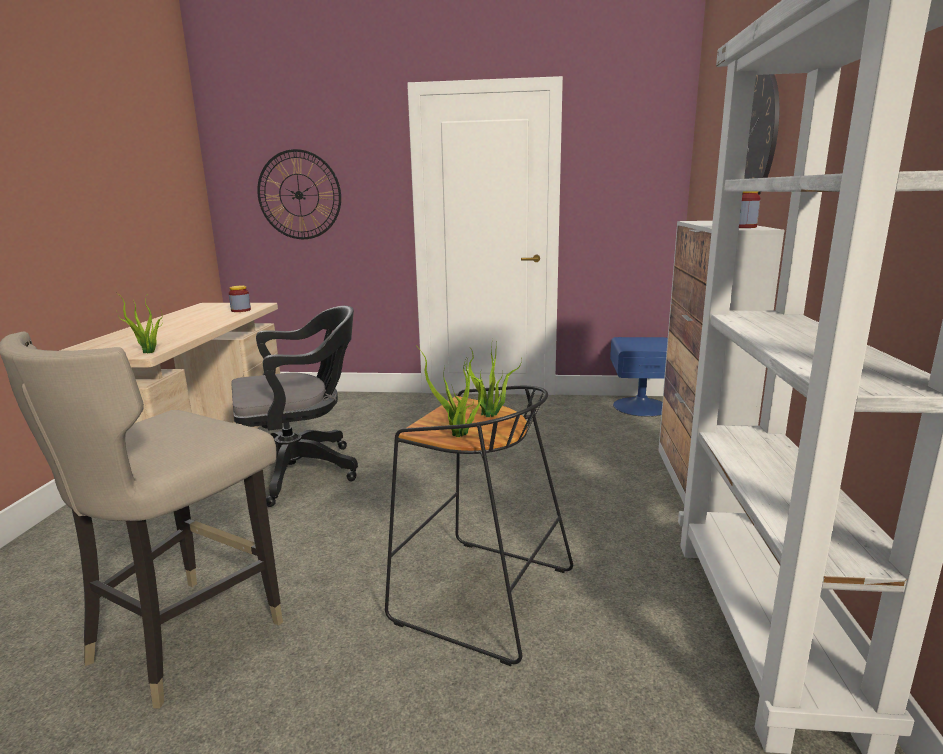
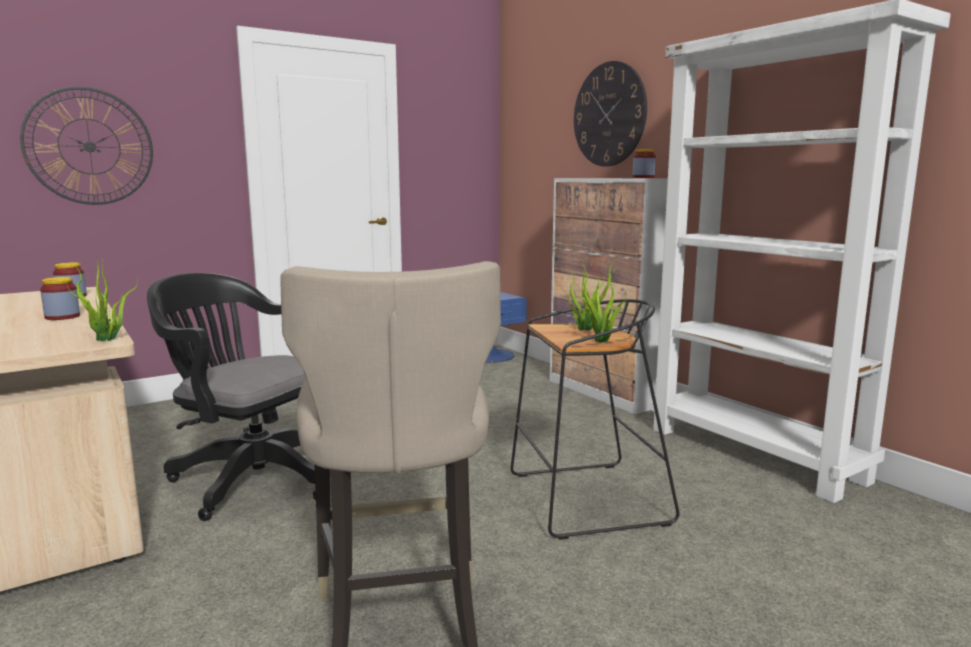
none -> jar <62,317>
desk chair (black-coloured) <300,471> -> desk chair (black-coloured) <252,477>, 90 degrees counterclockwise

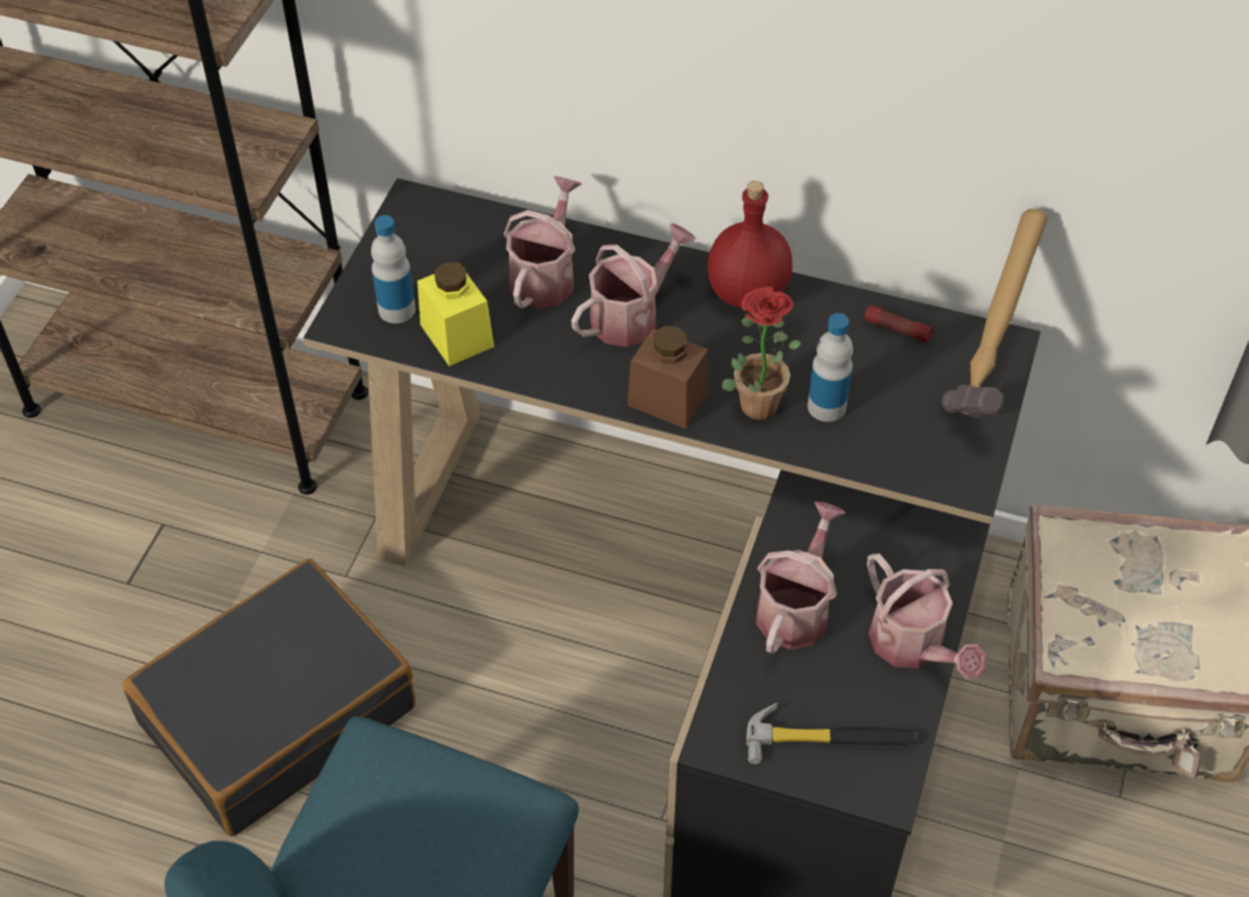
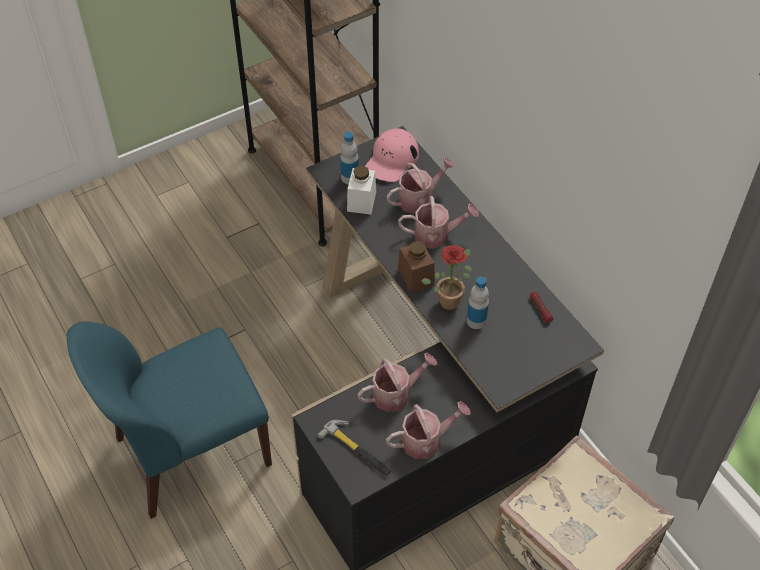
jar (yellow-coloured) <457,335> -> jar (white) <361,201>
none -> baseball cap (pinkish) <391,160>
sprinkling can <913,646> -> sprinkling can <426,440>, 120 degrees counterclockwise
suitcase (black-coloured) <277,713> -> none
drink bottle (red-coloured) <746,292> -> none
hand hammer <992,378> -> none

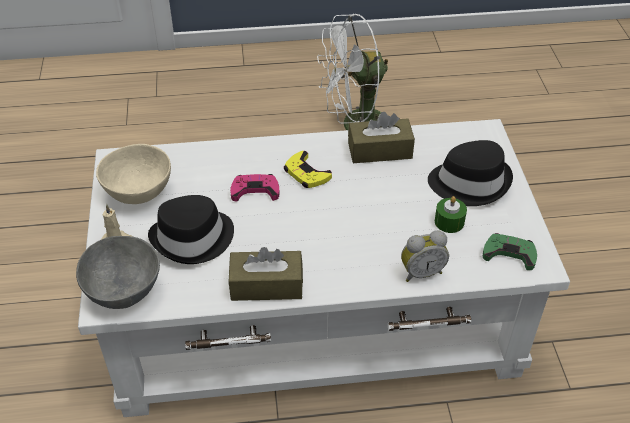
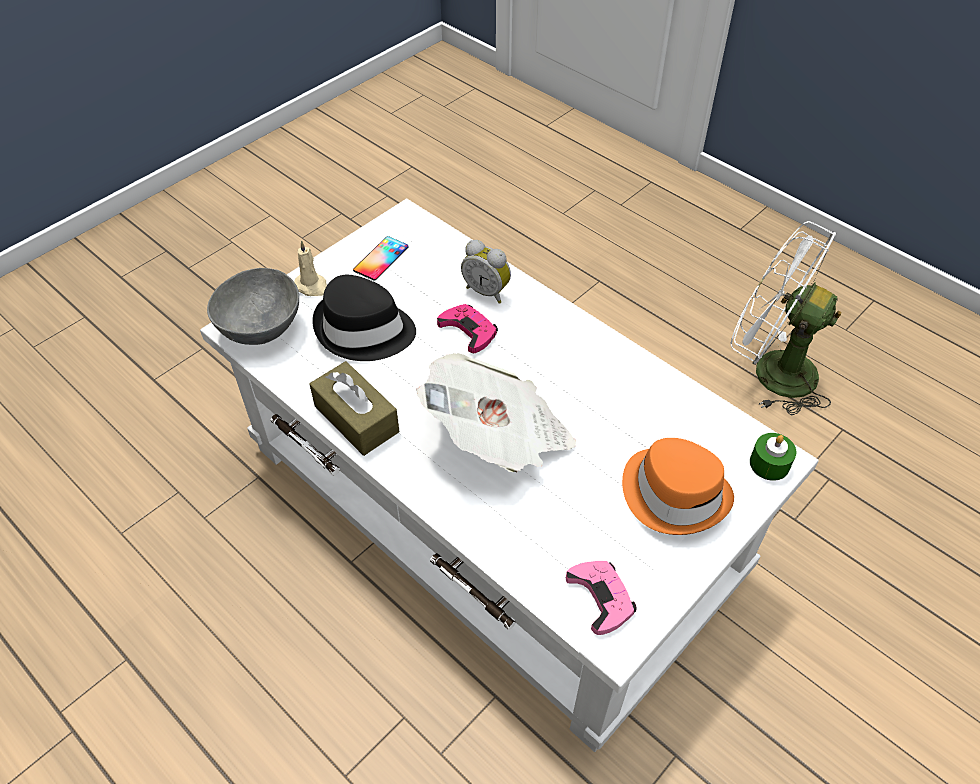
serving bowl (sand-coloured) <137,193> -> handset <381,258>
none -> newspaper <499,437>
table clock <421,272> -> table clock <487,291>, shifted
gamepad (greenish) <509,254> -> gamepad (pinkish) <601,598>
clothing hat (black-coloured) <470,182> -> clothing hat (orange-coloured) <675,493>
candle (greenish) <449,222> -> candle (greenish) <769,464>, shifted
gamepad (yellow-coloured) <306,174> -> none
tissue box (brown) <380,150> -> none

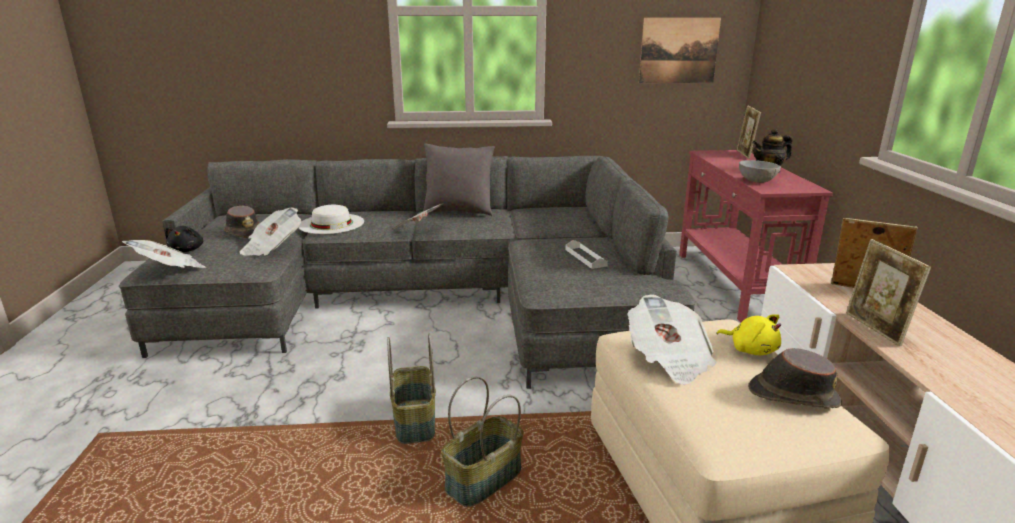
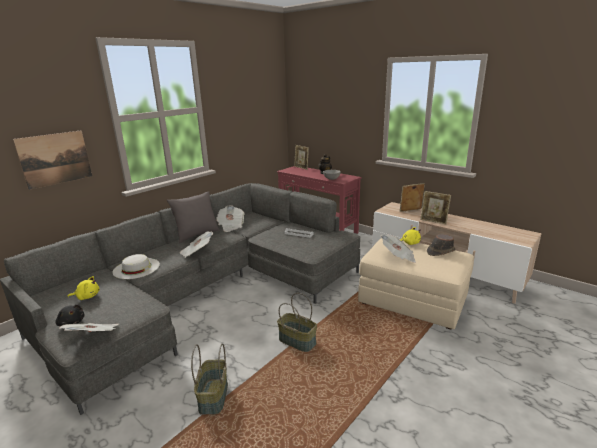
wall art <679,50> -> wall art <55,159>, shifted
clothing hat (brown) <243,232> -> cuddly toy (yellow-coloured) <87,296>
basket <484,480> -> basket <214,397>, shifted
newspaper <272,248> -> newspaper <231,226>, shifted

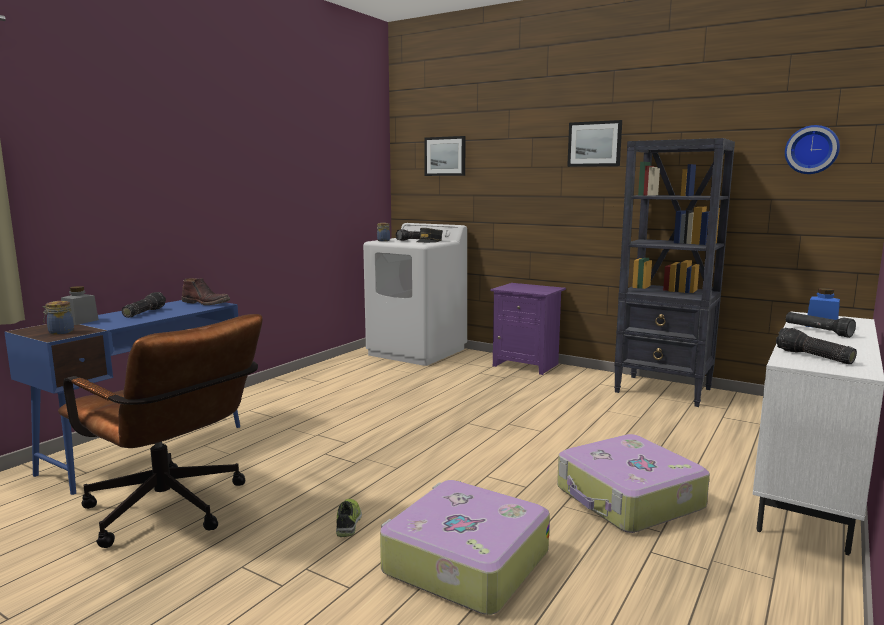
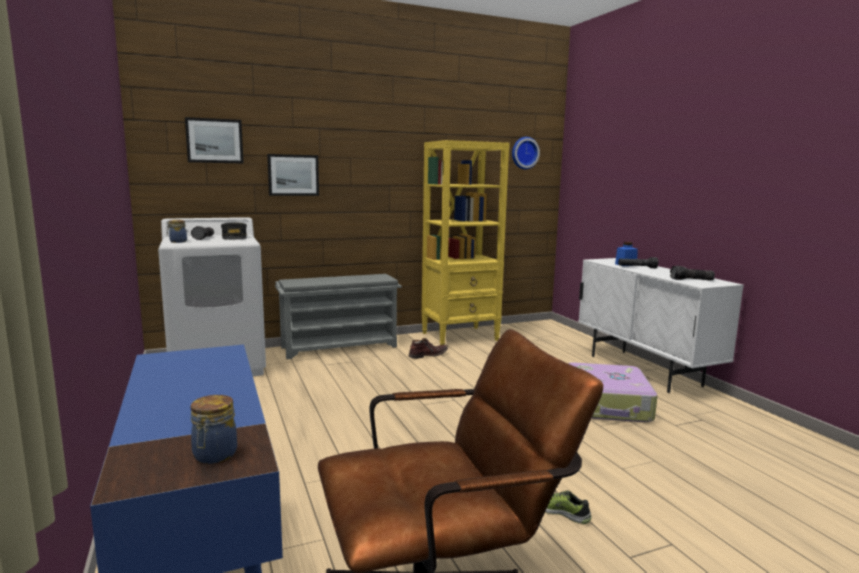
wall art <594,144> -> wall art <293,175>, shifted
nightstand (purple-coloured) <526,365> -> shoe rack (greyish) <340,347>
tall boot (brown) <206,303> -> tall boot (brown) <428,355>, shifted
shelving unit (black-coloured) <664,391> -> shelving unit (yellow-coloured) <460,336>
jar (greyish) <80,321> -> none
torch <143,312> -> none
suitcase <464,562> -> none

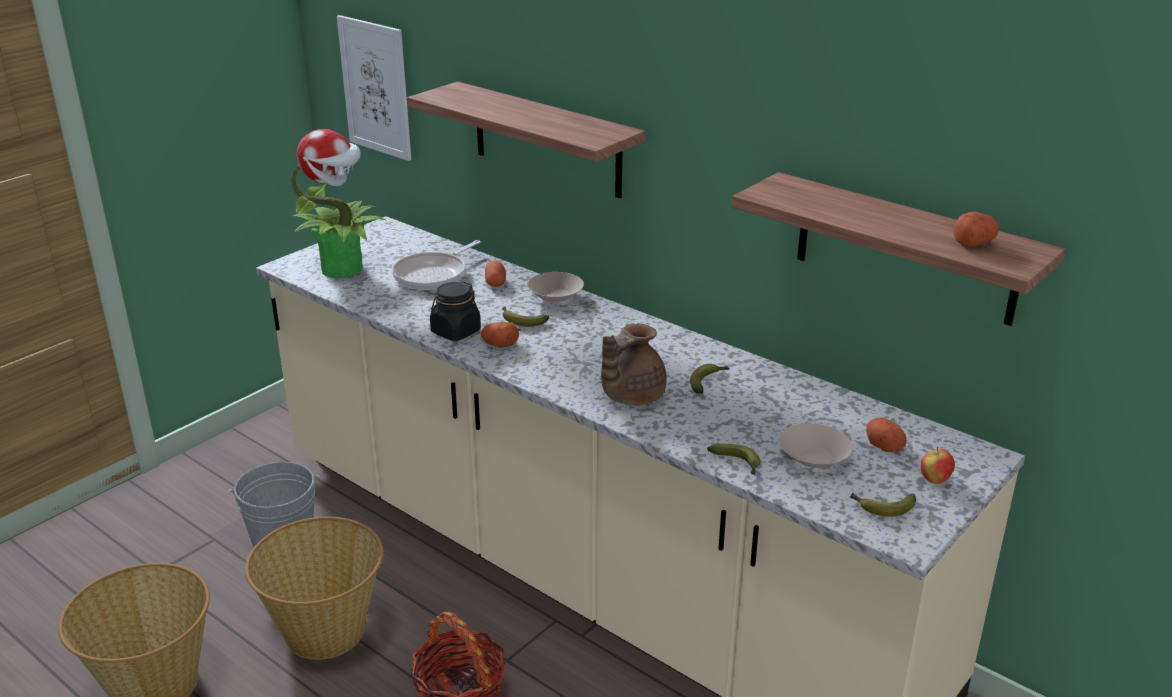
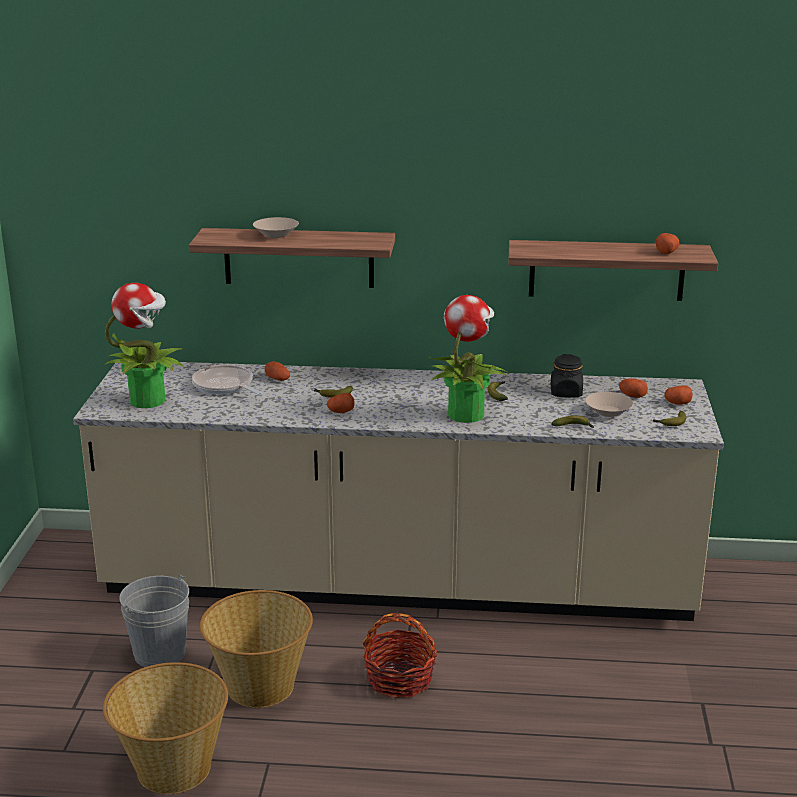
skillet <433,275> -> skillet <225,386>, 135 degrees clockwise
serving bowl (sand-coloured) <554,297> -> serving bowl (sand-coloured) <275,235>, shifted
tea pot (brown) <630,396> -> houseplant <466,414>
jar (black-coloured) <455,332> -> jar (black-coloured) <566,393>, shifted
apple fruit <934,480> -> potato <677,403>
wall art <375,87> -> none

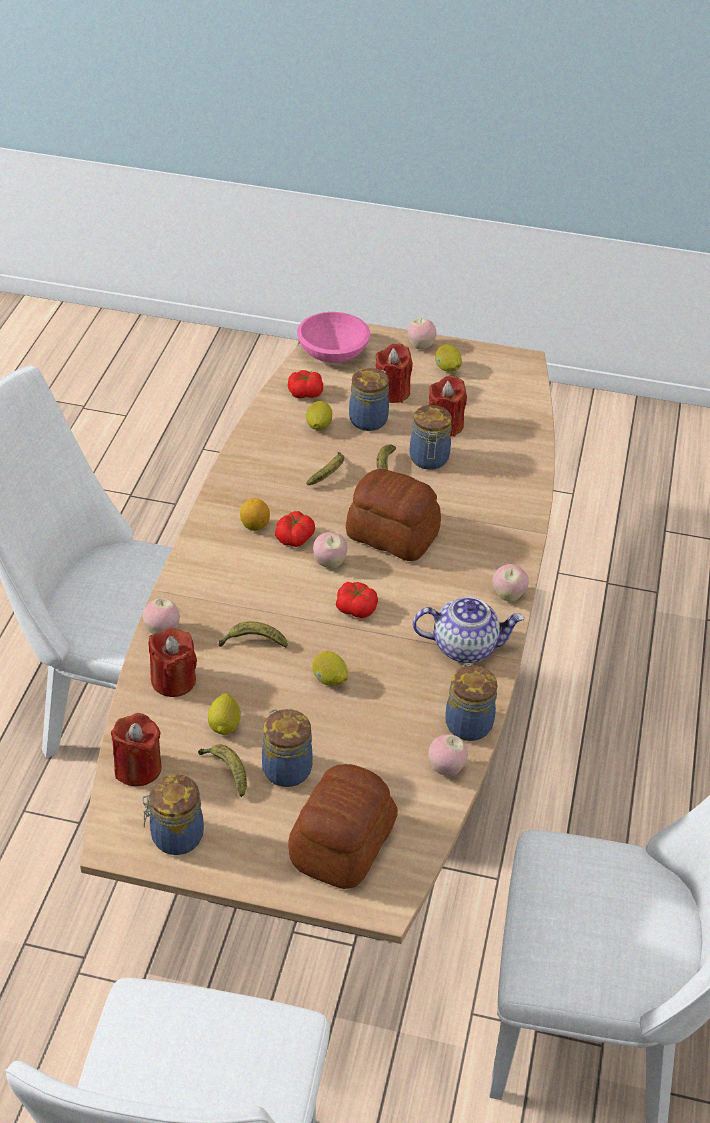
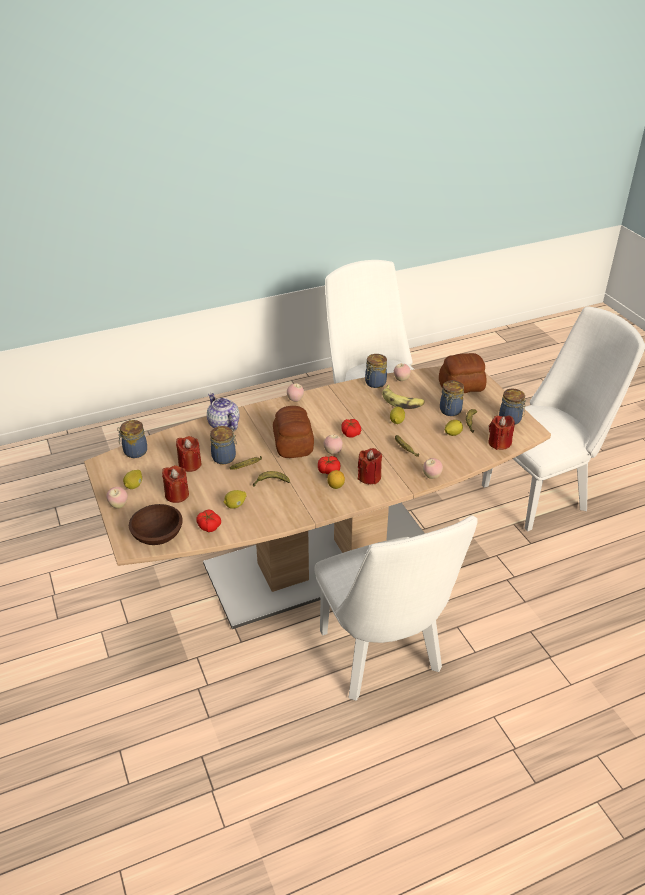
jar <369,419> -> jar <134,451>, shifted
serving bowl (pinkish) <334,353> -> serving bowl (brown) <157,535>
tea pot <465,646> -> tea pot <223,424>, shifted
candle (red-coloured) <173,680> -> candle (red-coloured) <369,477>, shifted
none -> banana <402,401>

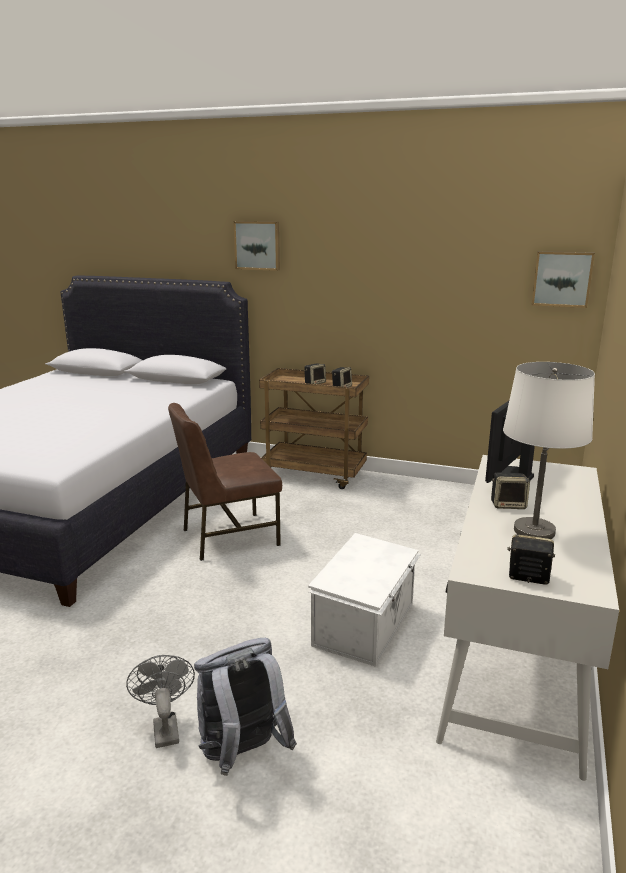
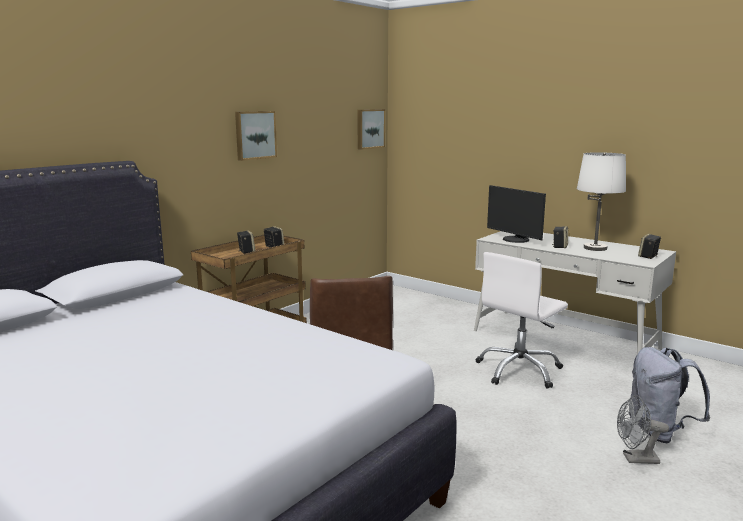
wall art <257,245> -> wall art <254,135>, shifted
storage container (white) <366,624> -> desk chair (white) <519,370>

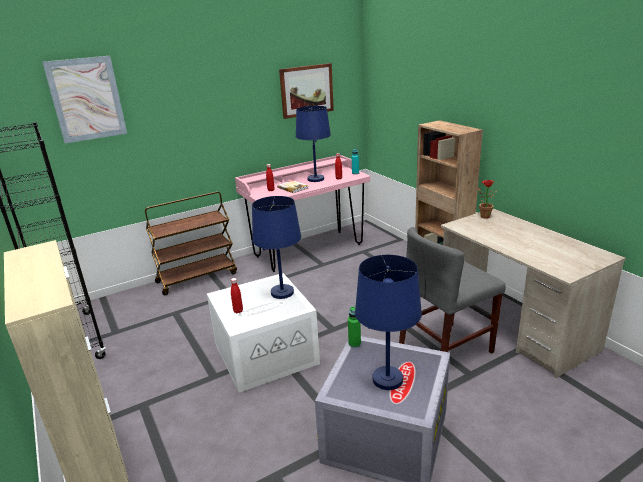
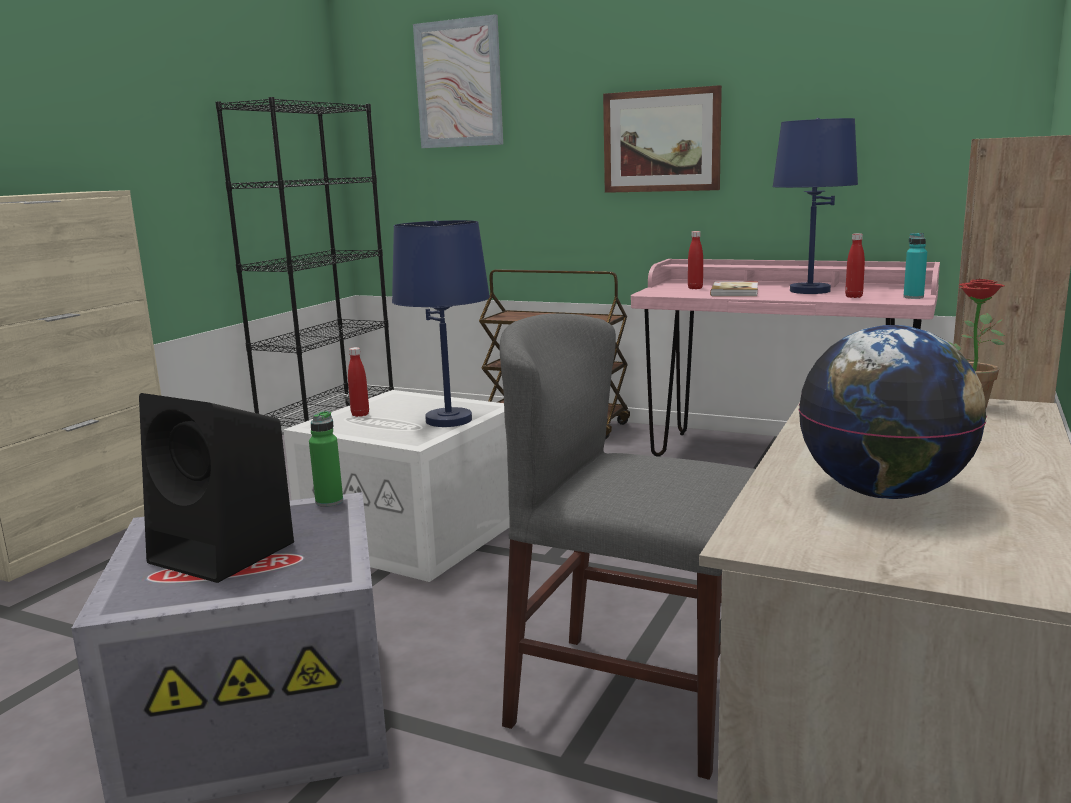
tabletop lamp (bluish) <387,379> -> speaker (black-coloured) <225,553>
wall art <306,90> -> wall art <661,141>, shifted
none -> desk globe <884,493>

